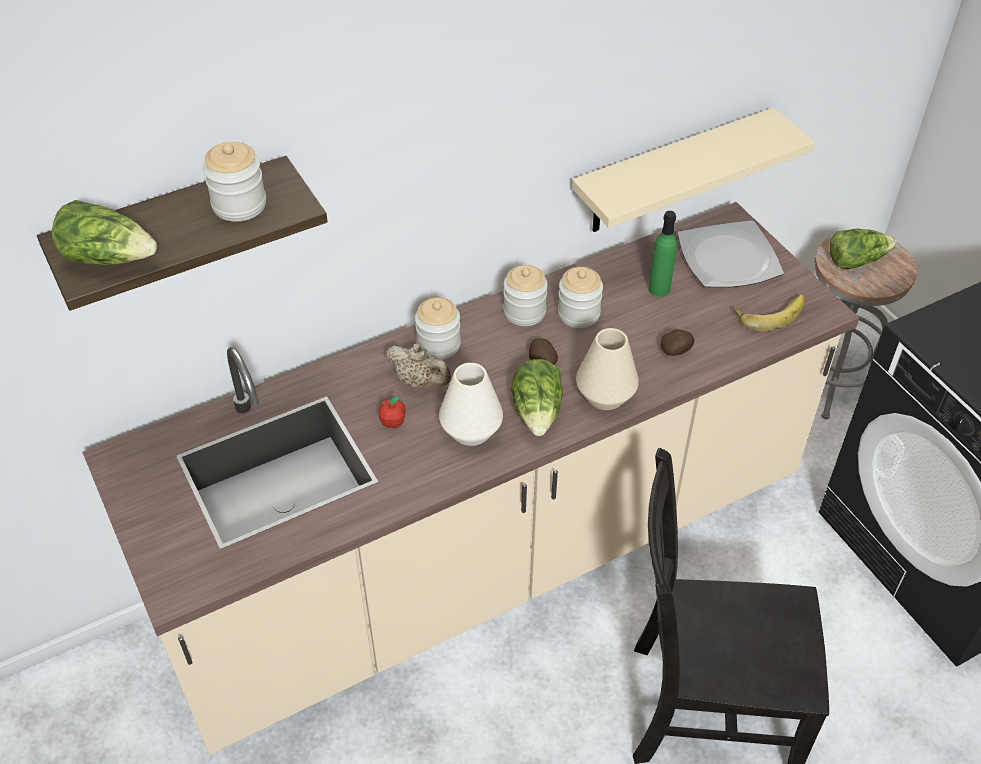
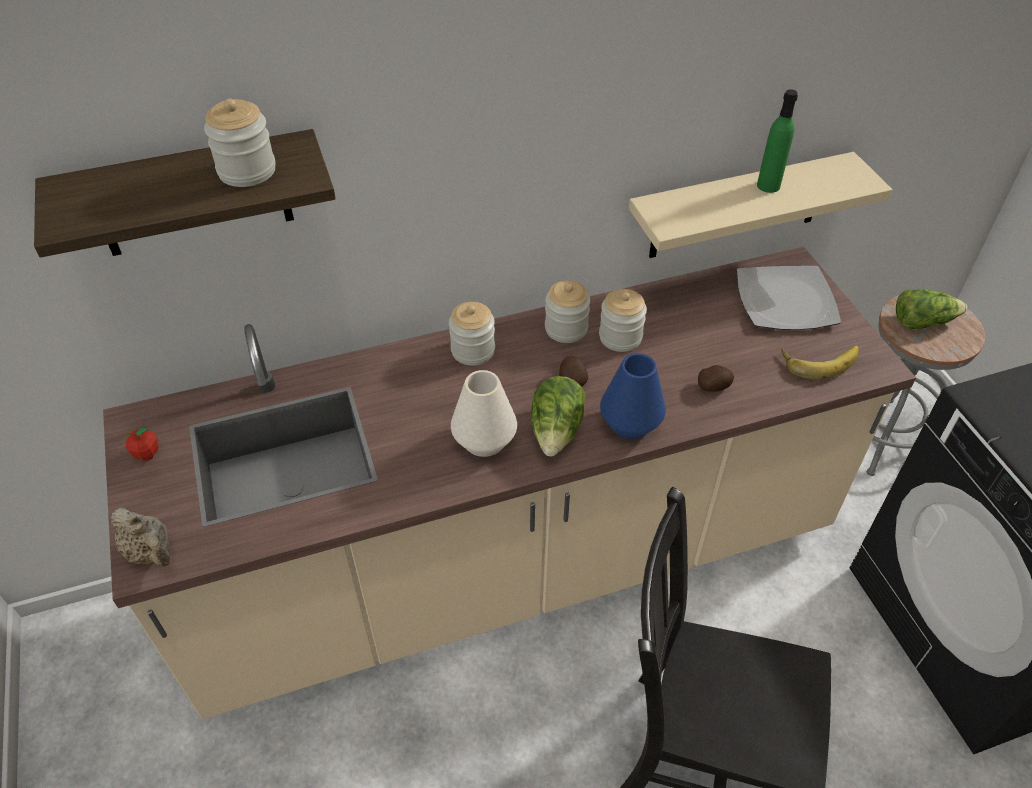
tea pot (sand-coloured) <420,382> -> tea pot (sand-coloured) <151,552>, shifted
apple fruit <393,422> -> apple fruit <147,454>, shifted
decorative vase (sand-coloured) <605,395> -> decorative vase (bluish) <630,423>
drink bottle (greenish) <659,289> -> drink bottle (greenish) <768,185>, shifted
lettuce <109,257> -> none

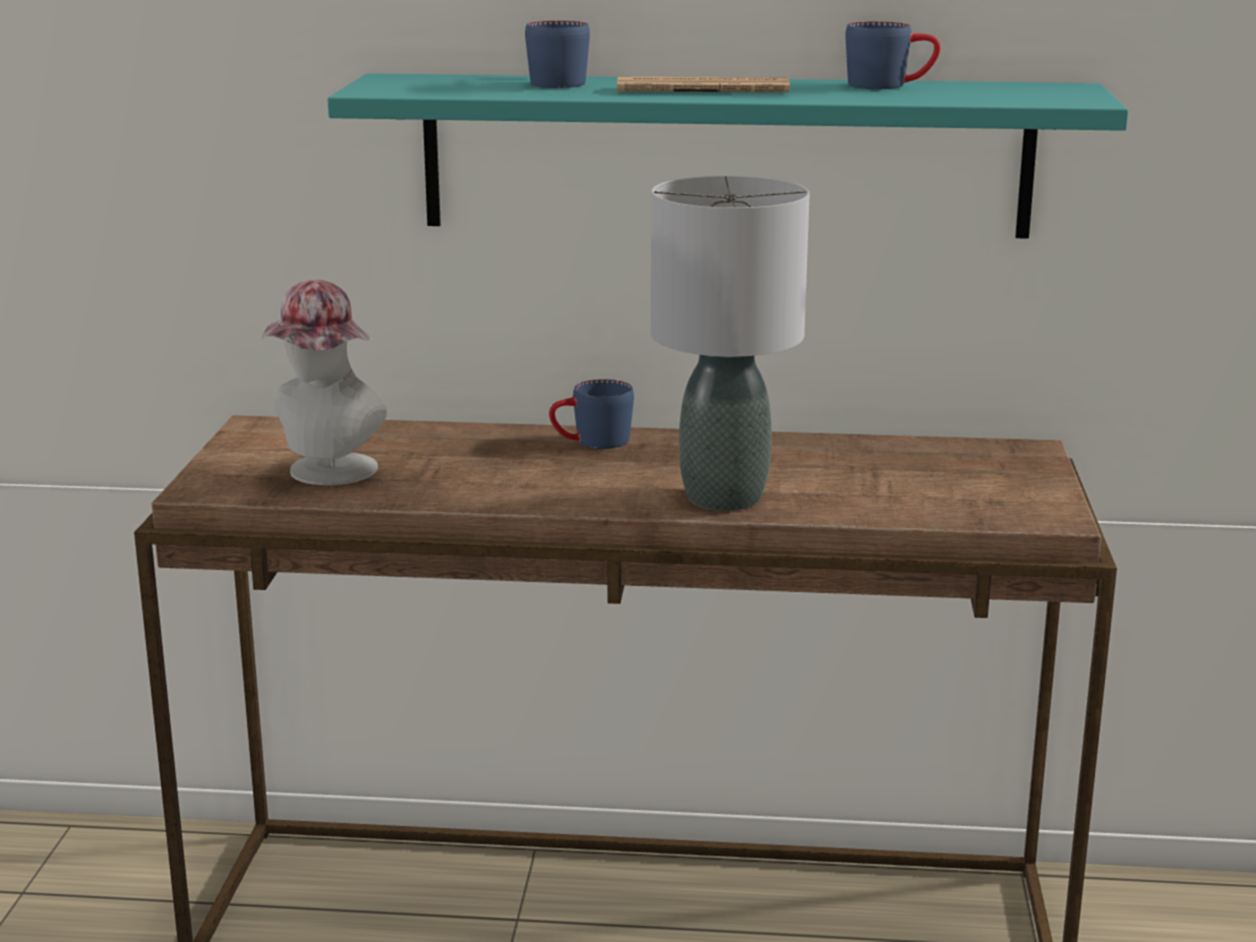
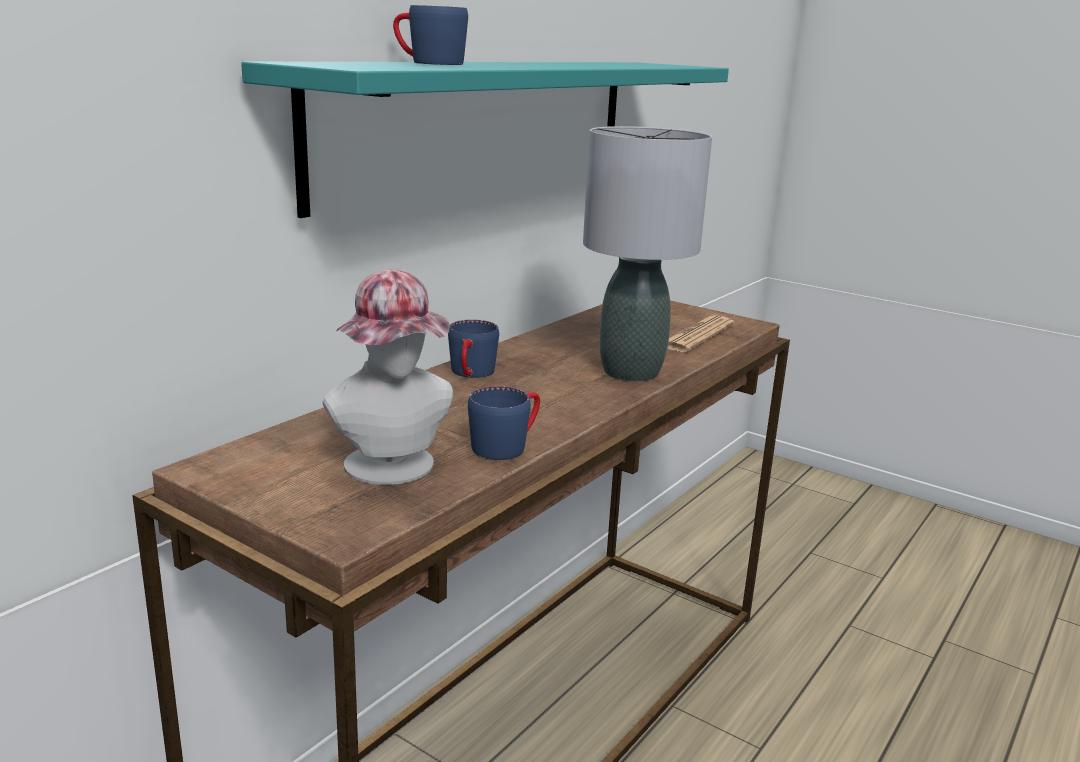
tea mug (bluish) <890,85> -> tea mug (bluish) <507,444>, shifted
newspaper <703,89> -> newspaper <696,336>, shifted

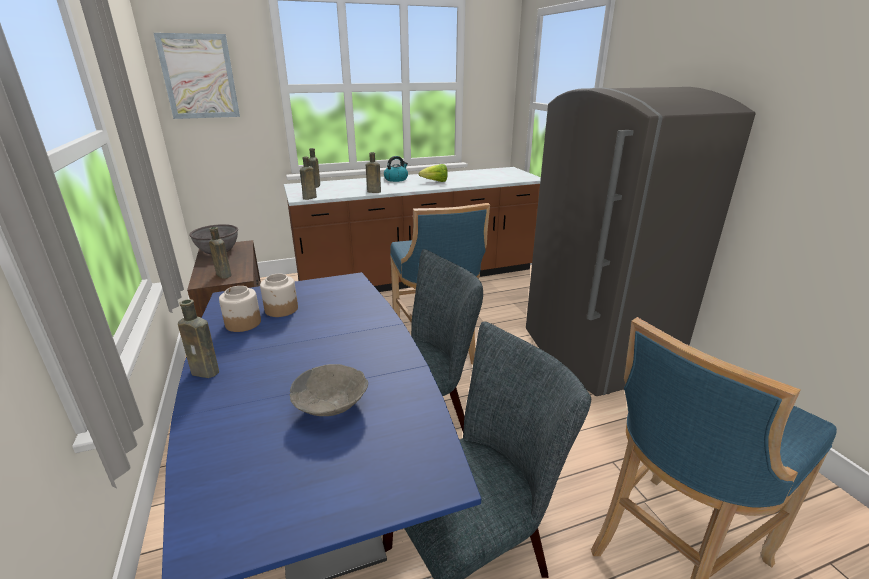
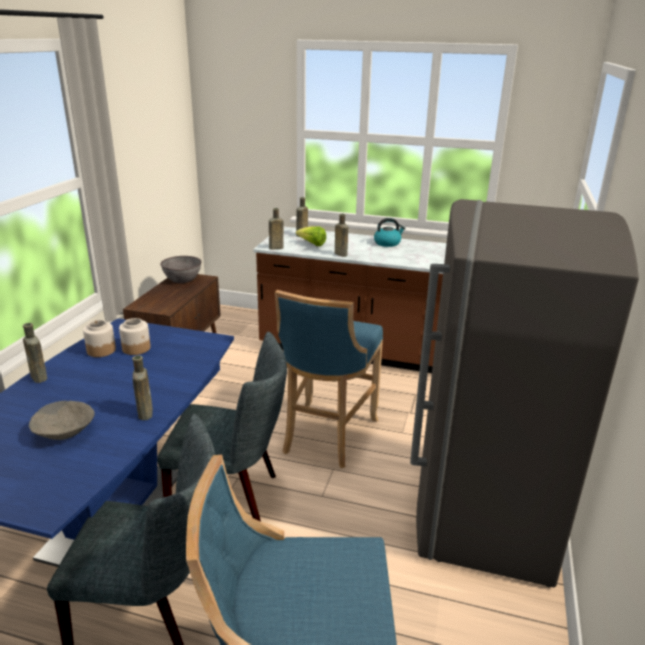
drink bottle (brown) <223,275> -> drink bottle (brown) <145,412>, shifted
lettuce <435,182> -> lettuce <312,244>, shifted
wall art <199,77> -> none

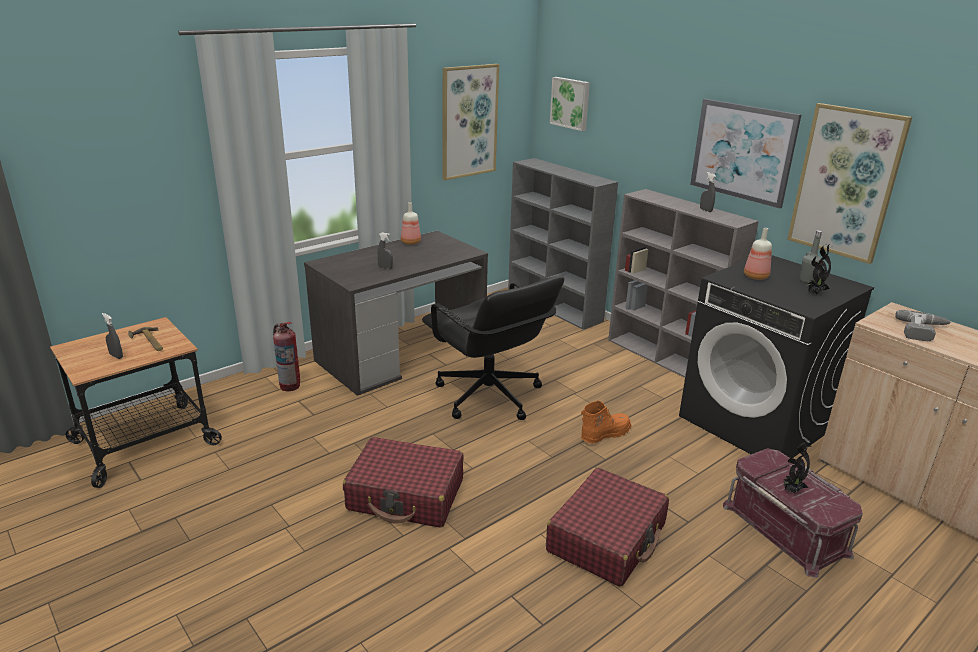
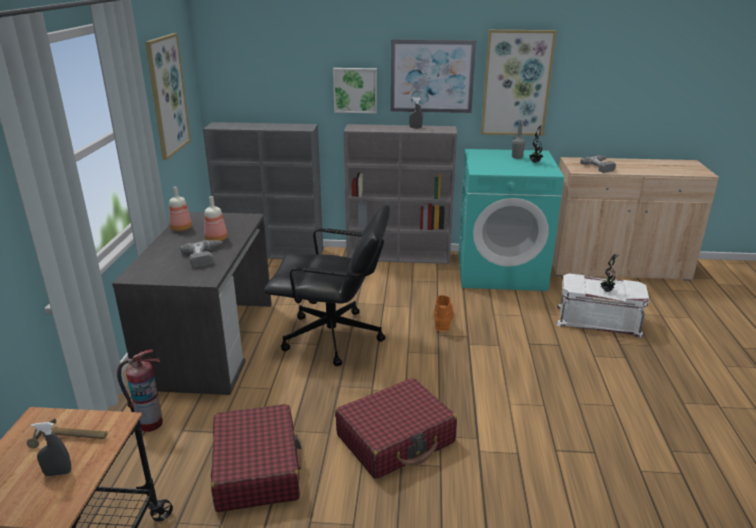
spray bottle (greyish) <385,268> -> drill <206,256>
drink bottle <755,276> -> drink bottle <215,239>, shifted
suitcase (red-coloured) <607,538> -> suitcase (red-coloured) <257,468>, shifted
wall art <570,103> -> wall art <355,90>, shifted
laundry appliance (black-coloured) <756,423> -> laundry appliance (turquoise) <501,271>
storage container (red-coloured) <786,529> -> storage container (white) <598,320>

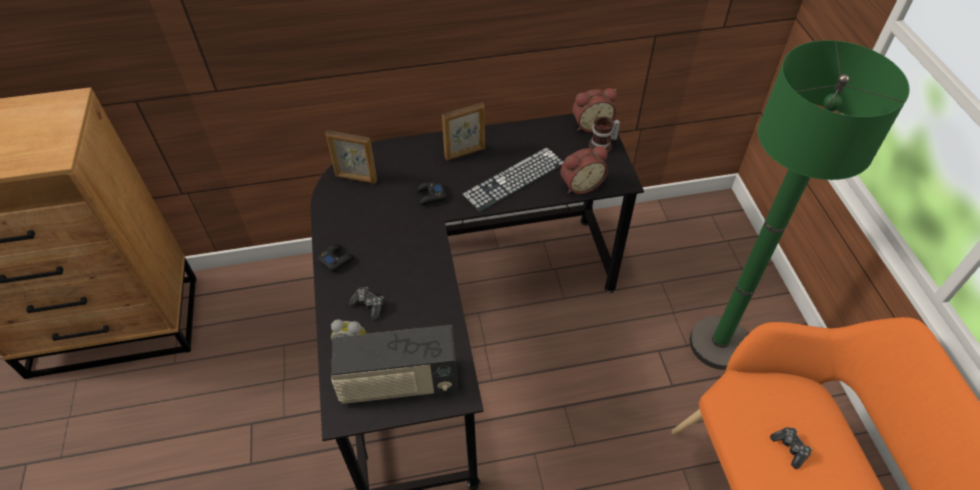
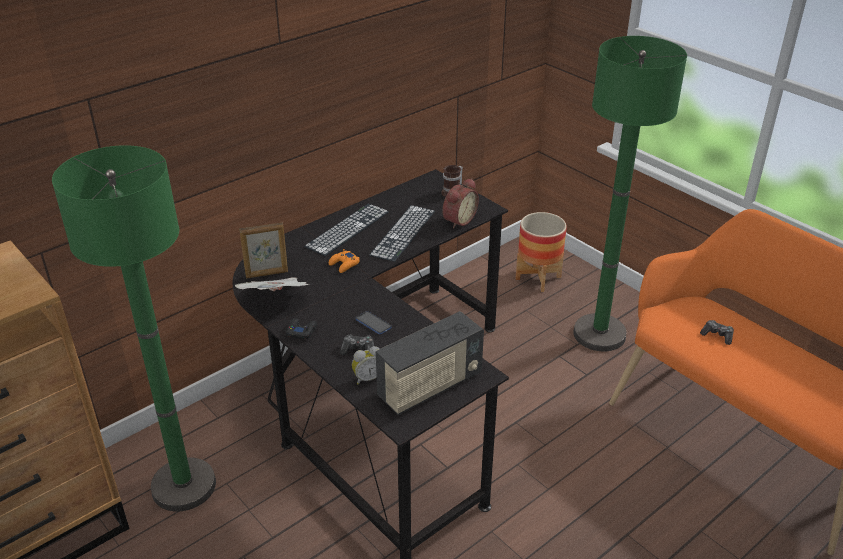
none -> standing lamp (greenish) <184,486>
none -> newspaper <276,299>
picture frame <465,153> -> keyboard <347,229>
gamepad (black-coloured) <431,196> -> gamepad (orange-coloured) <344,264>
none -> handset <373,323>
none -> plant pot <538,278>
table clock <591,124> -> none

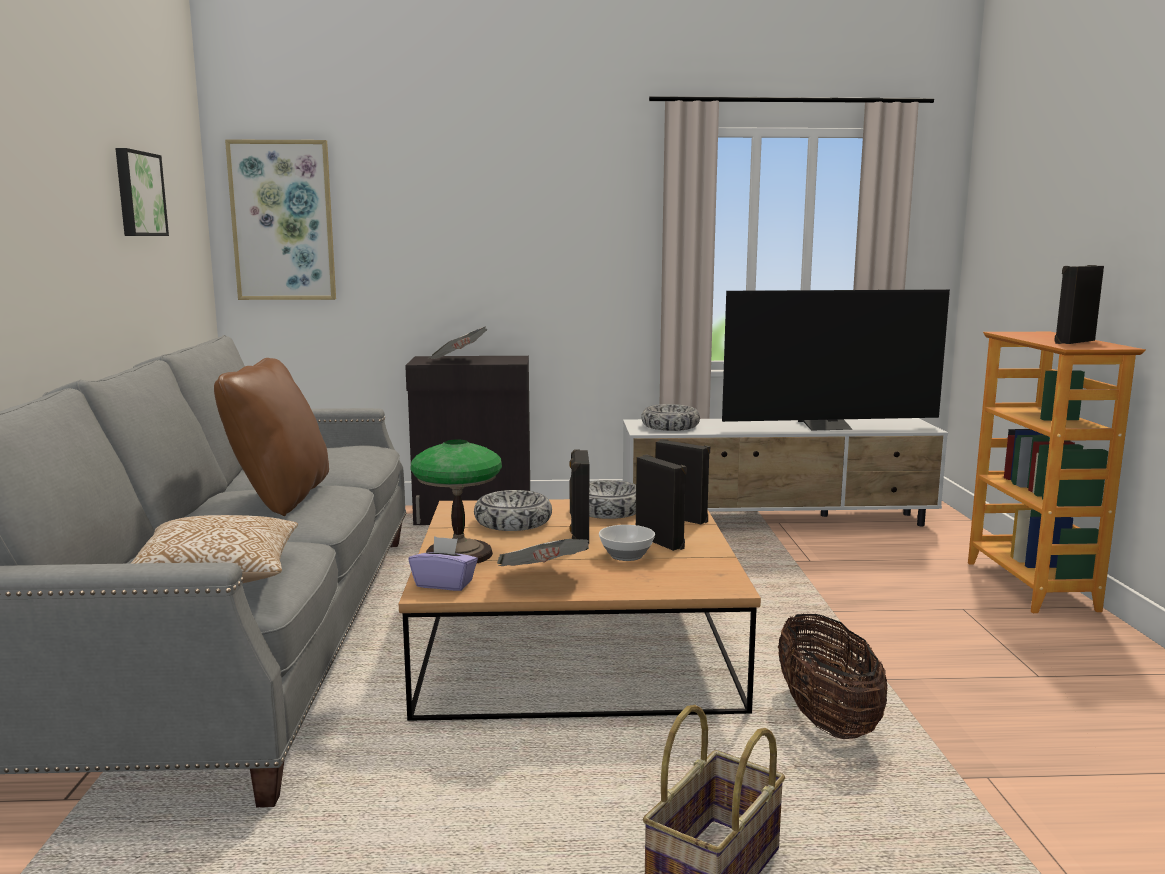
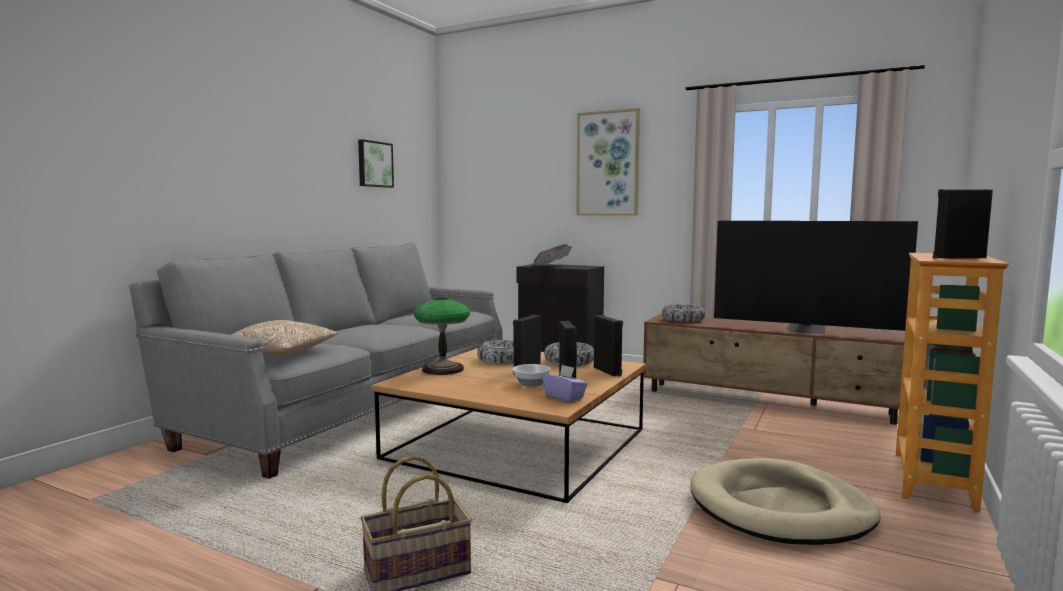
tissue box (purple-coloured) <444,584> -> tissue box (purple-coloured) <564,397>, shifted
wall art <283,221> -> wall art <608,163>, shifted
media console (white) <777,522> -> media console (brown) <767,403>
none -> pet bed (sand-coloured) <780,509>
pillow (brown) <280,498> -> none
newspaper <542,578> -> none
basket <826,719> -> none

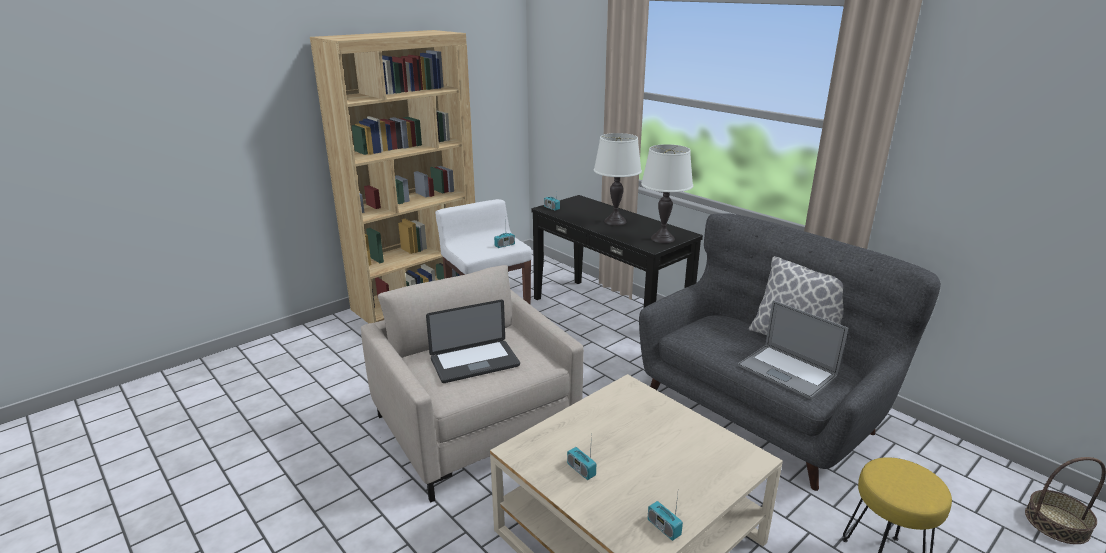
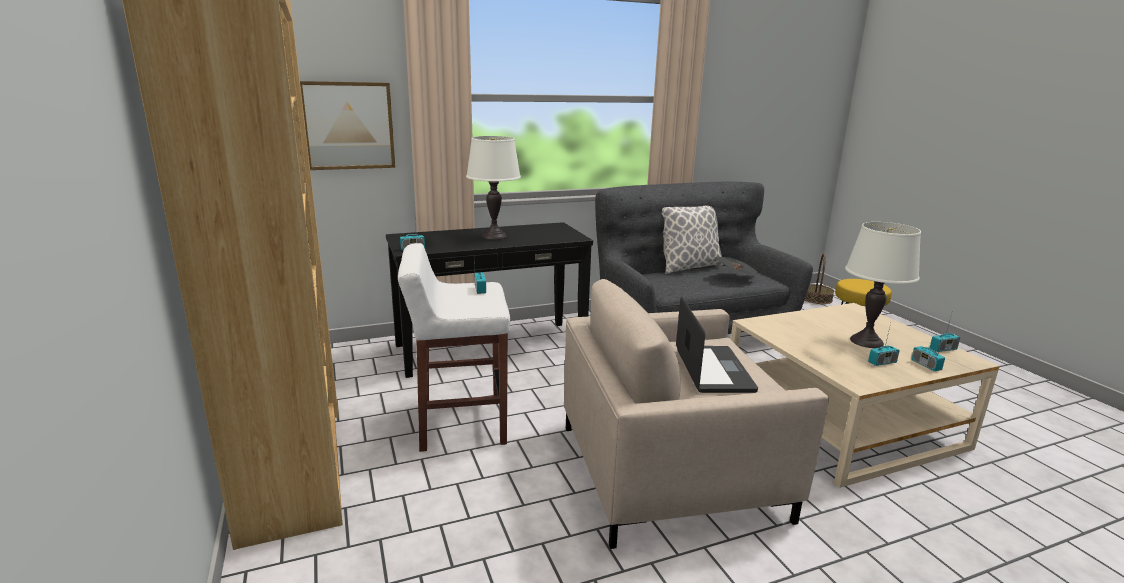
none -> wall art <348,126>
laptop <786,371> -> newspaper <736,278>
tabletop lamp (white) <663,239> -> tabletop lamp (white) <866,341>, shifted
none -> radio <925,365>

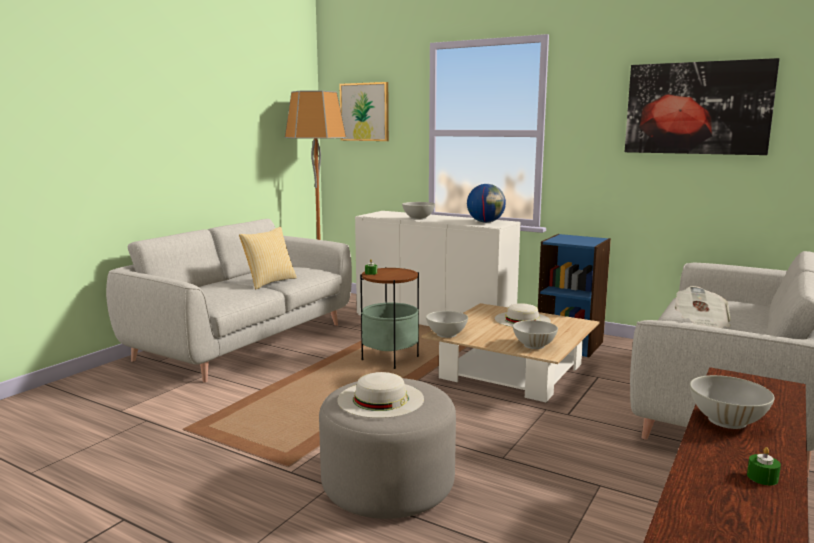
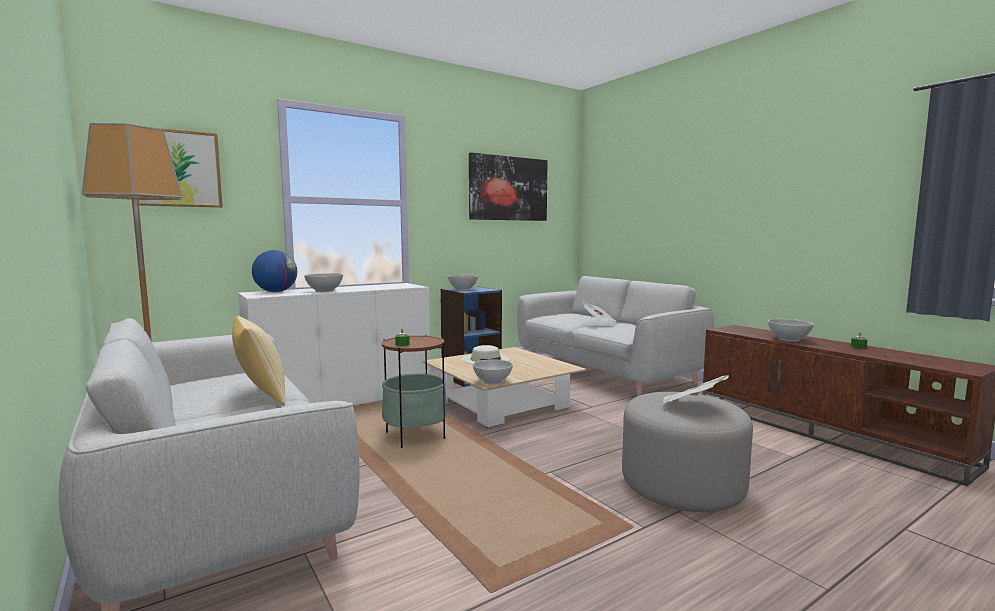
desk globe <485,222> -> desk globe <276,292>, shifted
serving bowl (white) <534,345> -> serving bowl (white) <462,289>, shifted
clothing hat (white) <380,399> -> newspaper <691,406>

